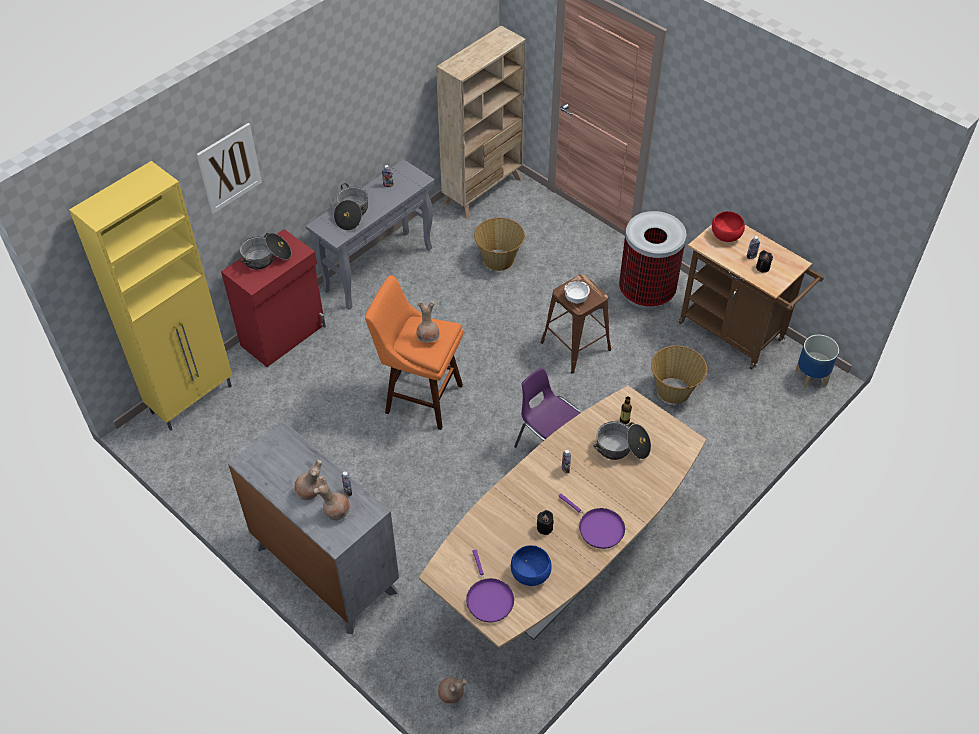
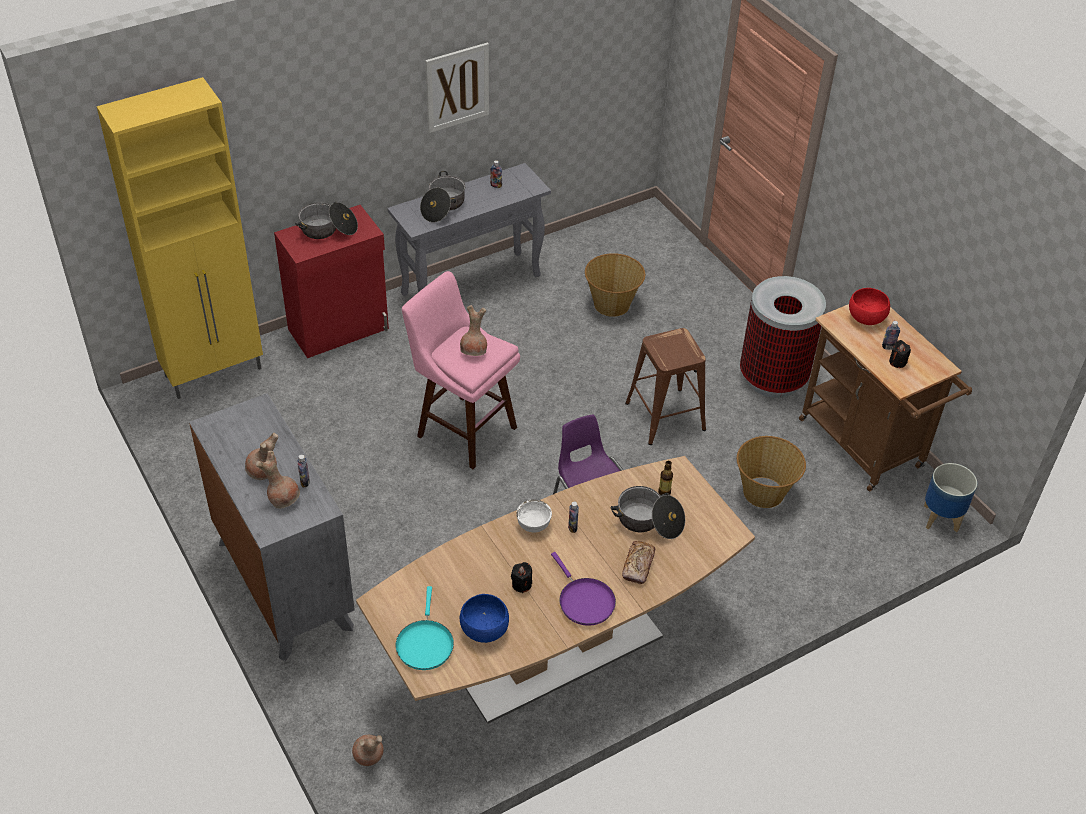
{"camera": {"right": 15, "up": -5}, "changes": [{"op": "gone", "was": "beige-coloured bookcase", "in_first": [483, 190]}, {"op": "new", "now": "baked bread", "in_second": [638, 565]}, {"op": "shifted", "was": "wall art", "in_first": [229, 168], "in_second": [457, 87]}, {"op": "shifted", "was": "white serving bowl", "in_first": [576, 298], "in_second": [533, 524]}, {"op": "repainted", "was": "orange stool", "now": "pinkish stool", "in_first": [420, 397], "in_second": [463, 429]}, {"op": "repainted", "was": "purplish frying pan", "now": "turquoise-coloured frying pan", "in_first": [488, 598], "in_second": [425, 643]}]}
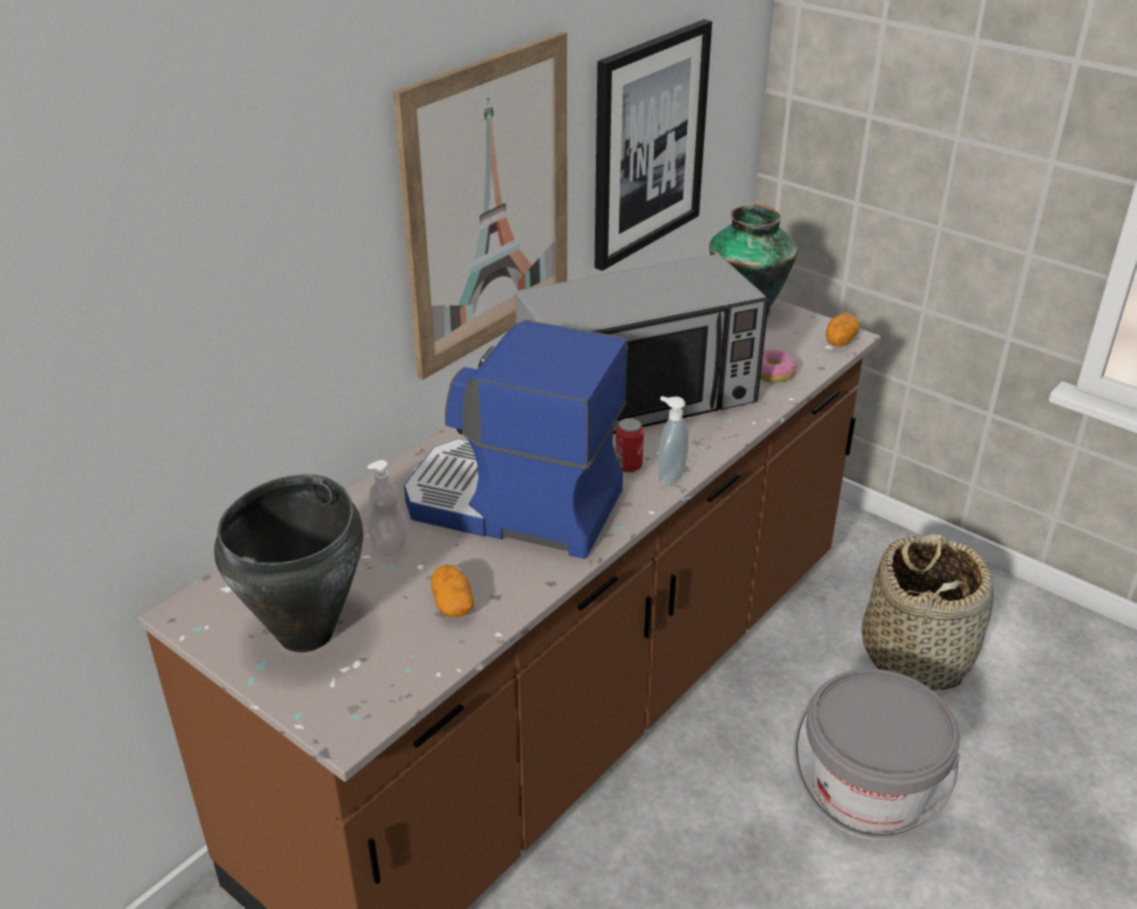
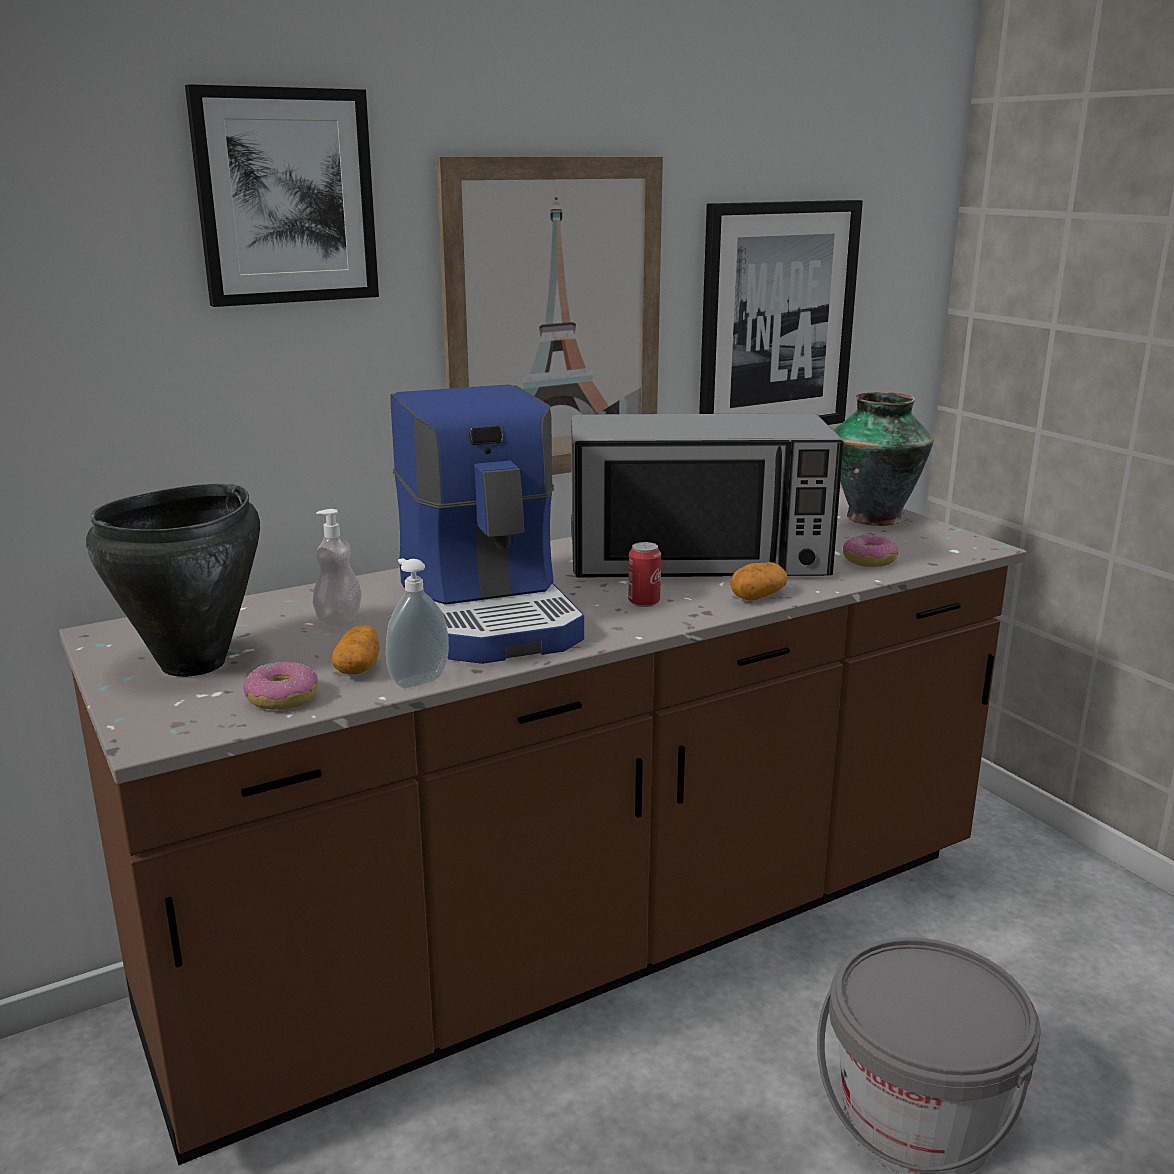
{"camera": {"right": 20, "up": -15}, "changes": [{"op": "gone", "was": "household basket", "in_first": [917, 653]}, {"op": "new", "now": "wall art", "in_second": [285, 197]}, {"op": "new", "now": "doughnut", "in_second": [282, 698]}, {"op": "shifted", "was": "soap dispenser", "in_first": [669, 477], "in_second": [417, 680]}, {"op": "shifted", "was": "whole potato", "in_first": [840, 340], "in_second": [757, 596]}, {"op": "rotated", "was": "coffee machine", "in_first": [513, 506], "in_second": [492, 612], "clockwise": -150}]}
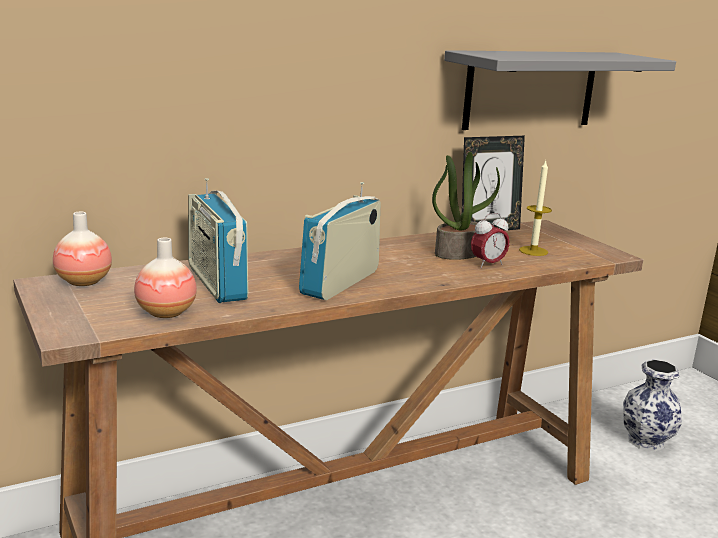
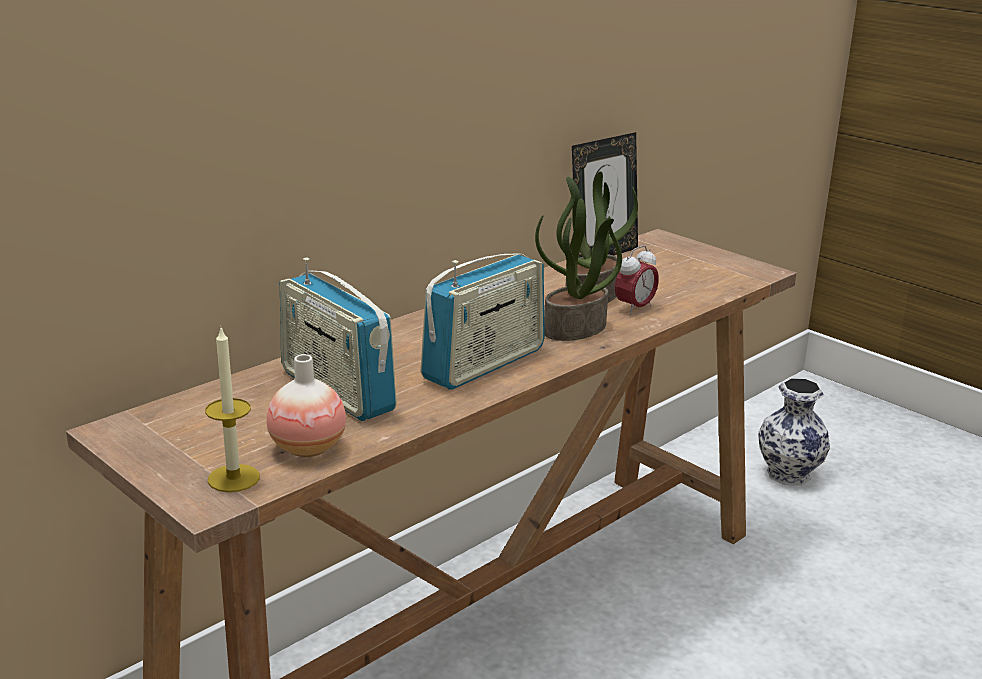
{"camera": {"right": -15, "up": 5}, "changes": [{"op": "gone", "was": "decorative vase", "in_first": [83, 282]}, {"op": "gone", "was": "grey shelf", "in_first": [530, 89]}, {"op": "new", "now": "houseplant", "in_second": [575, 329]}, {"op": "shifted", "was": "wax candle", "in_first": [533, 251], "in_second": [233, 478]}, {"op": "rotated", "was": "radio set", "in_first": [340, 282], "in_second": [484, 364], "clockwise": -150}]}
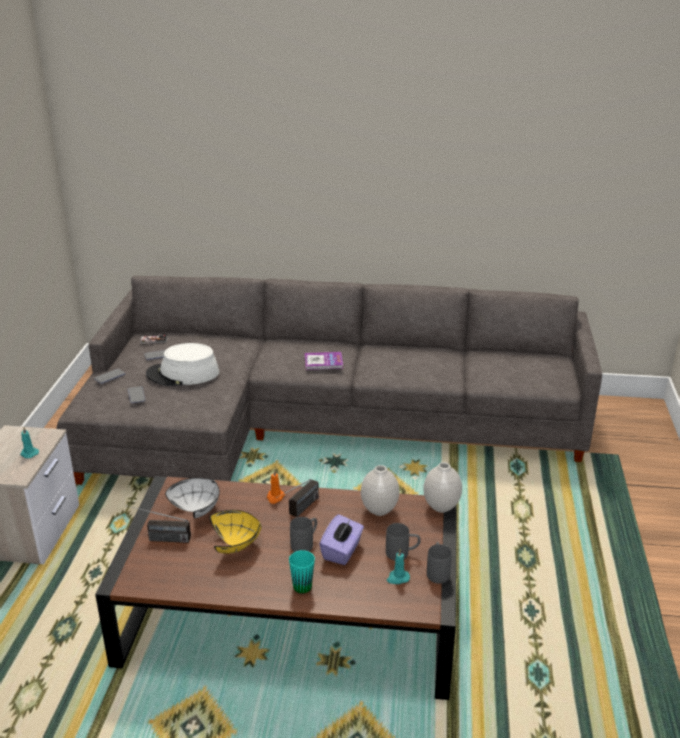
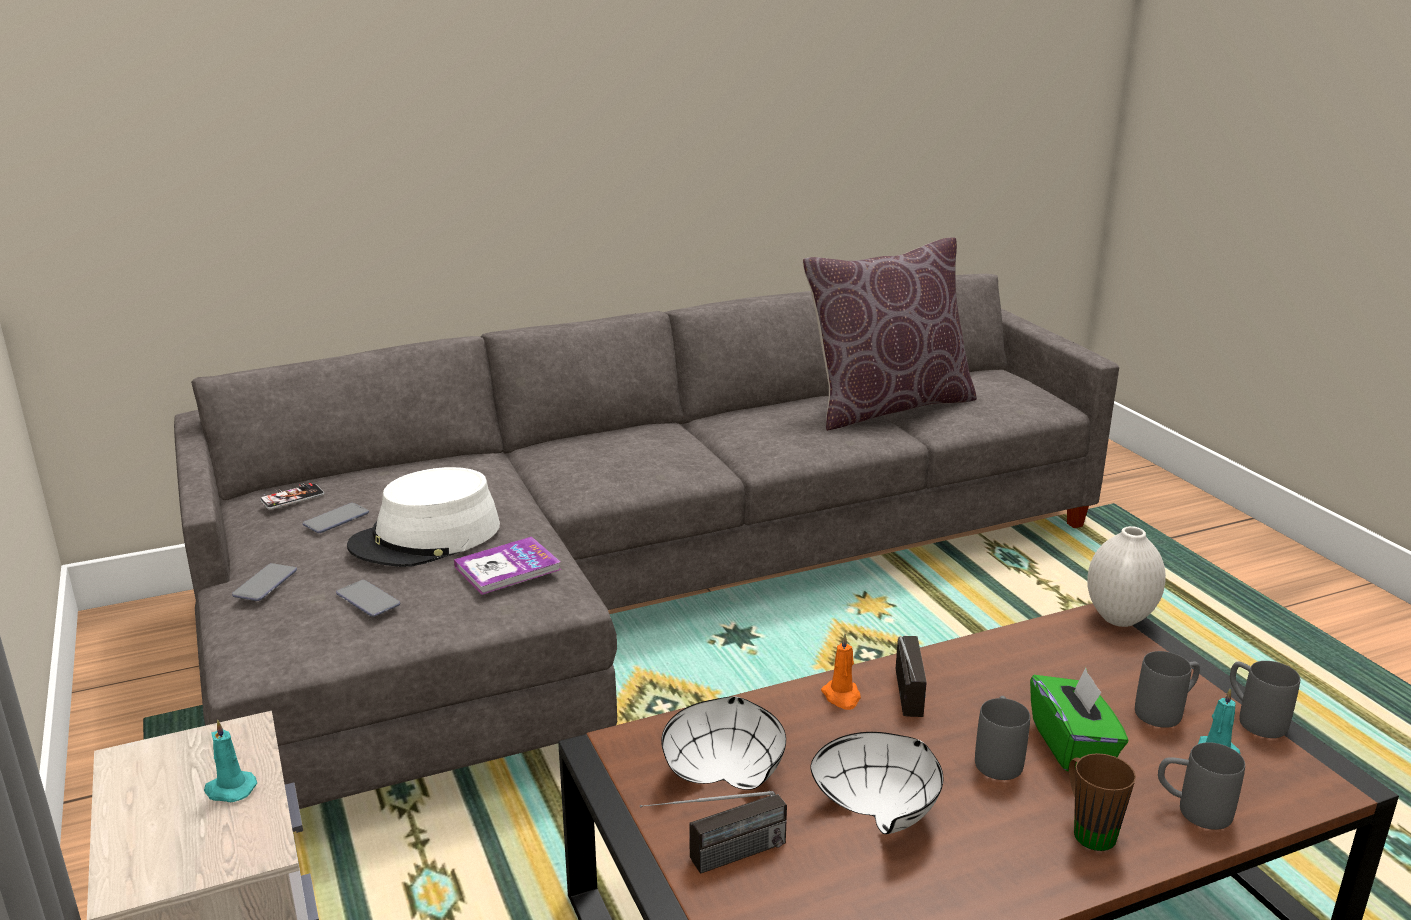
{"camera": {"right": -30, "up": -5}, "changes": [{"op": "gone", "was": "white decorative vase", "in_first": [379, 510]}, {"op": "new", "now": "brown-coloured throw pillow", "in_second": [887, 406]}, {"op": "new", "now": "grey mug", "in_second": [1192, 810]}, {"op": "shifted", "was": "bound book", "in_first": [323, 362], "in_second": [507, 568]}, {"op": "repainted", "was": "yellow-coloured serving bowl", "now": "white serving bowl", "in_first": [237, 544], "in_second": [882, 808]}, {"op": "repainted", "was": "turquoise-coloured mug", "now": "brown-coloured mug", "in_first": [303, 583], "in_second": [1087, 829]}, {"op": "repainted", "was": "purplish box of tissues", "now": "green-coloured box of tissues", "in_first": [342, 551], "in_second": [1073, 745]}]}
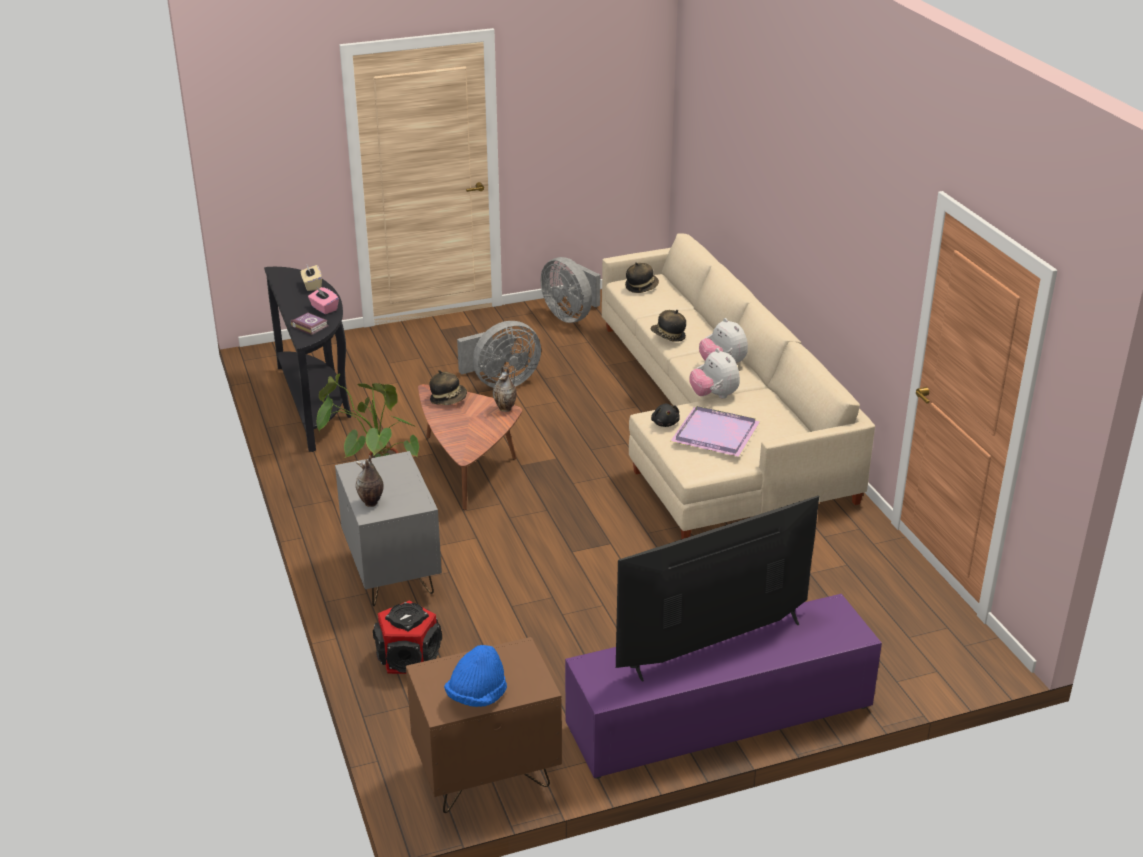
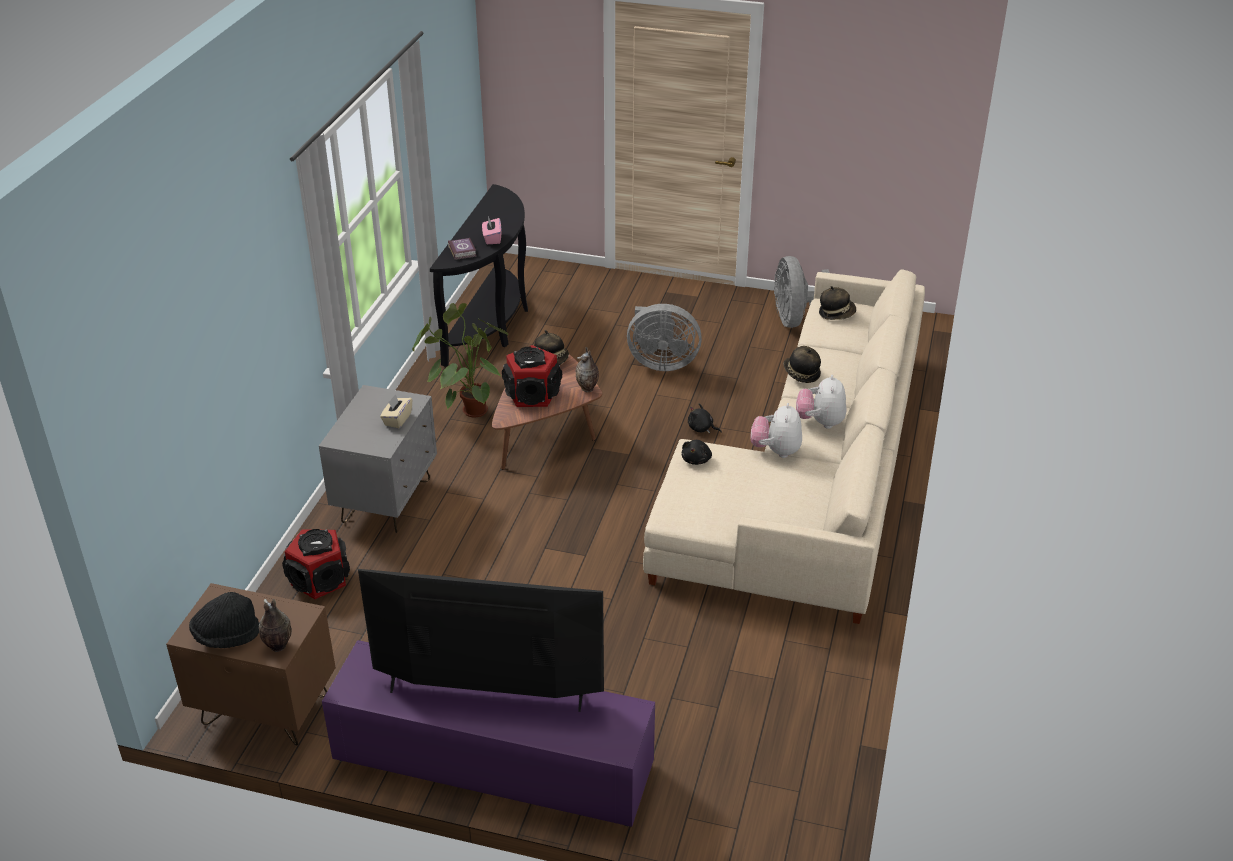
{"camera": {"right": 35, "up": 5}, "changes": [{"op": "gone", "was": "purplish tray", "in_first": [713, 434]}, {"op": "new", "now": "speaker", "in_second": [533, 395]}, {"op": "new", "now": "black soft toy", "in_second": [701, 428]}, {"op": "shifted", "was": "beige-coloured box of tissues", "in_first": [312, 285], "in_second": [397, 419]}, {"op": "shifted", "was": "decorative vase", "in_first": [371, 503], "in_second": [278, 646]}, {"op": "repainted", "was": "bluish clothing hat", "now": "black clothing hat", "in_first": [477, 696], "in_second": [226, 636]}]}
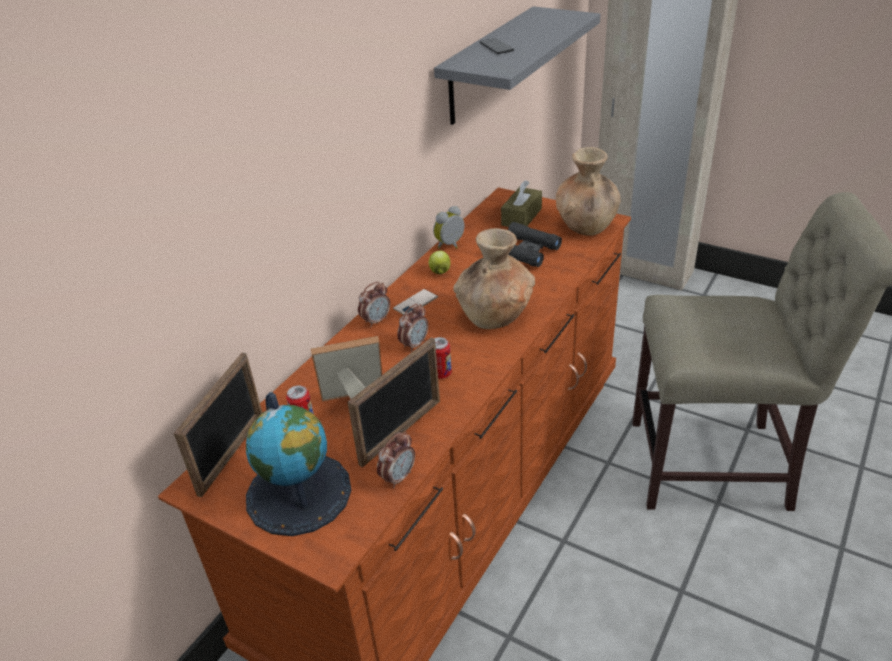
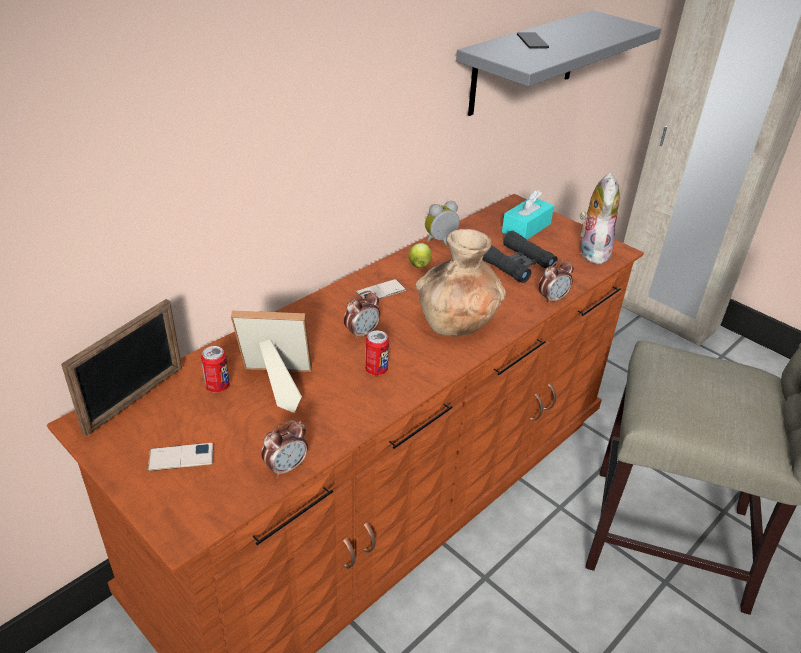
{"camera": {"right": 10, "up": 0}, "changes": [{"op": "gone", "was": "standing frame", "in_first": [401, 432]}, {"op": "shifted", "was": "alarm clock", "in_first": [376, 321], "in_second": [552, 299]}, {"op": "swapped", "was": "desk globe", "now": "telephone", "in_first": [299, 493], "in_second": [181, 457]}, {"op": "swapped", "was": "brown-coloured decorative vase", "now": "soft toy", "in_first": [586, 226], "in_second": [591, 251]}, {"op": "repainted", "was": "brown-coloured box of tissues", "now": "turquoise-coloured box of tissues", "in_first": [521, 217], "in_second": [526, 228]}]}
